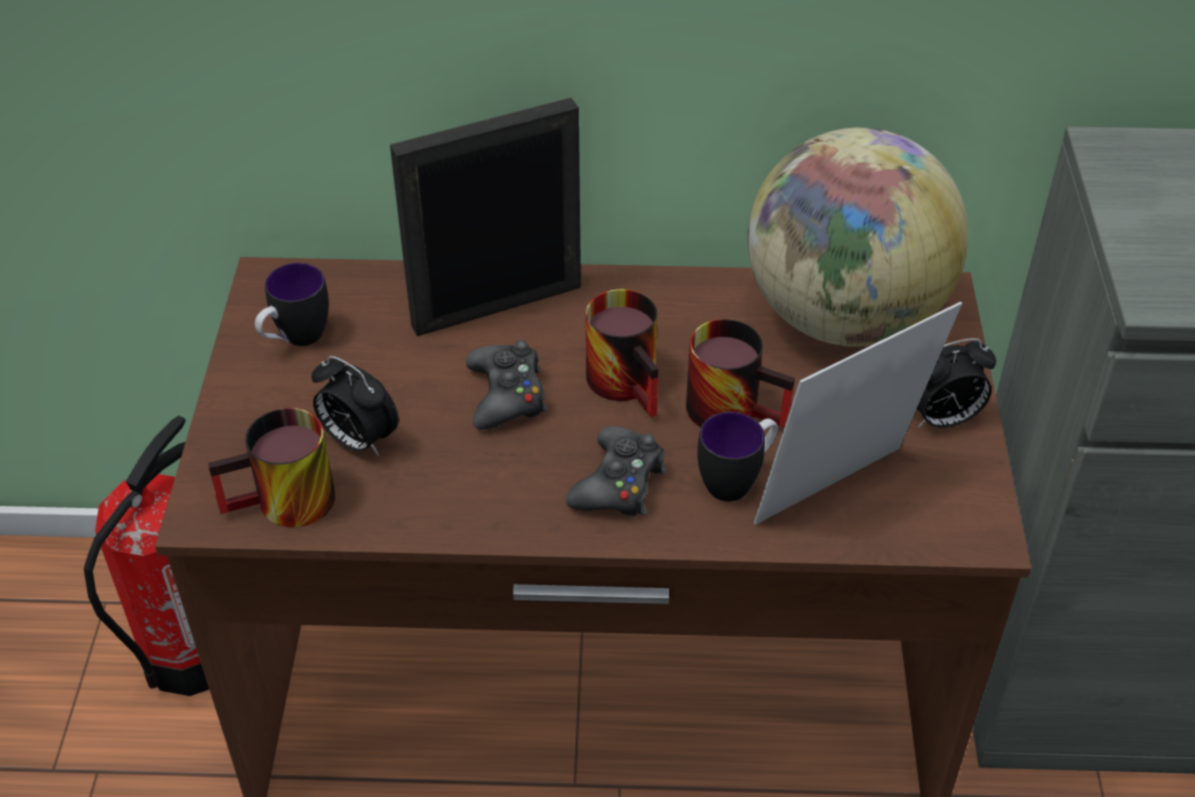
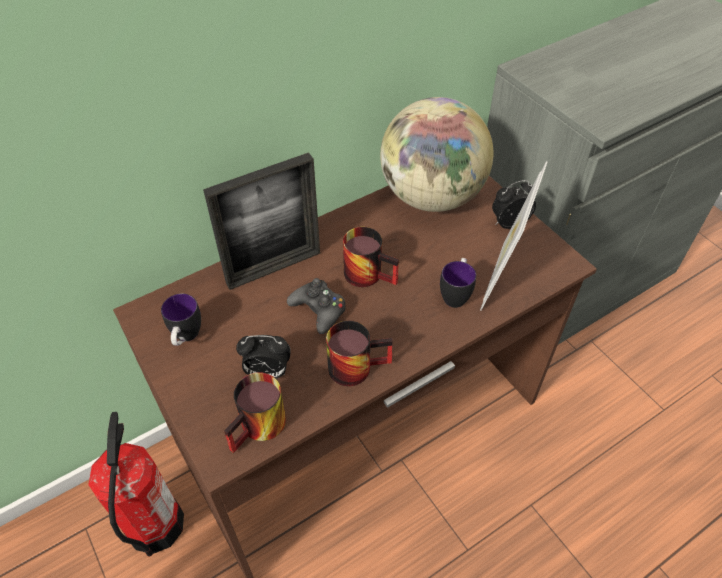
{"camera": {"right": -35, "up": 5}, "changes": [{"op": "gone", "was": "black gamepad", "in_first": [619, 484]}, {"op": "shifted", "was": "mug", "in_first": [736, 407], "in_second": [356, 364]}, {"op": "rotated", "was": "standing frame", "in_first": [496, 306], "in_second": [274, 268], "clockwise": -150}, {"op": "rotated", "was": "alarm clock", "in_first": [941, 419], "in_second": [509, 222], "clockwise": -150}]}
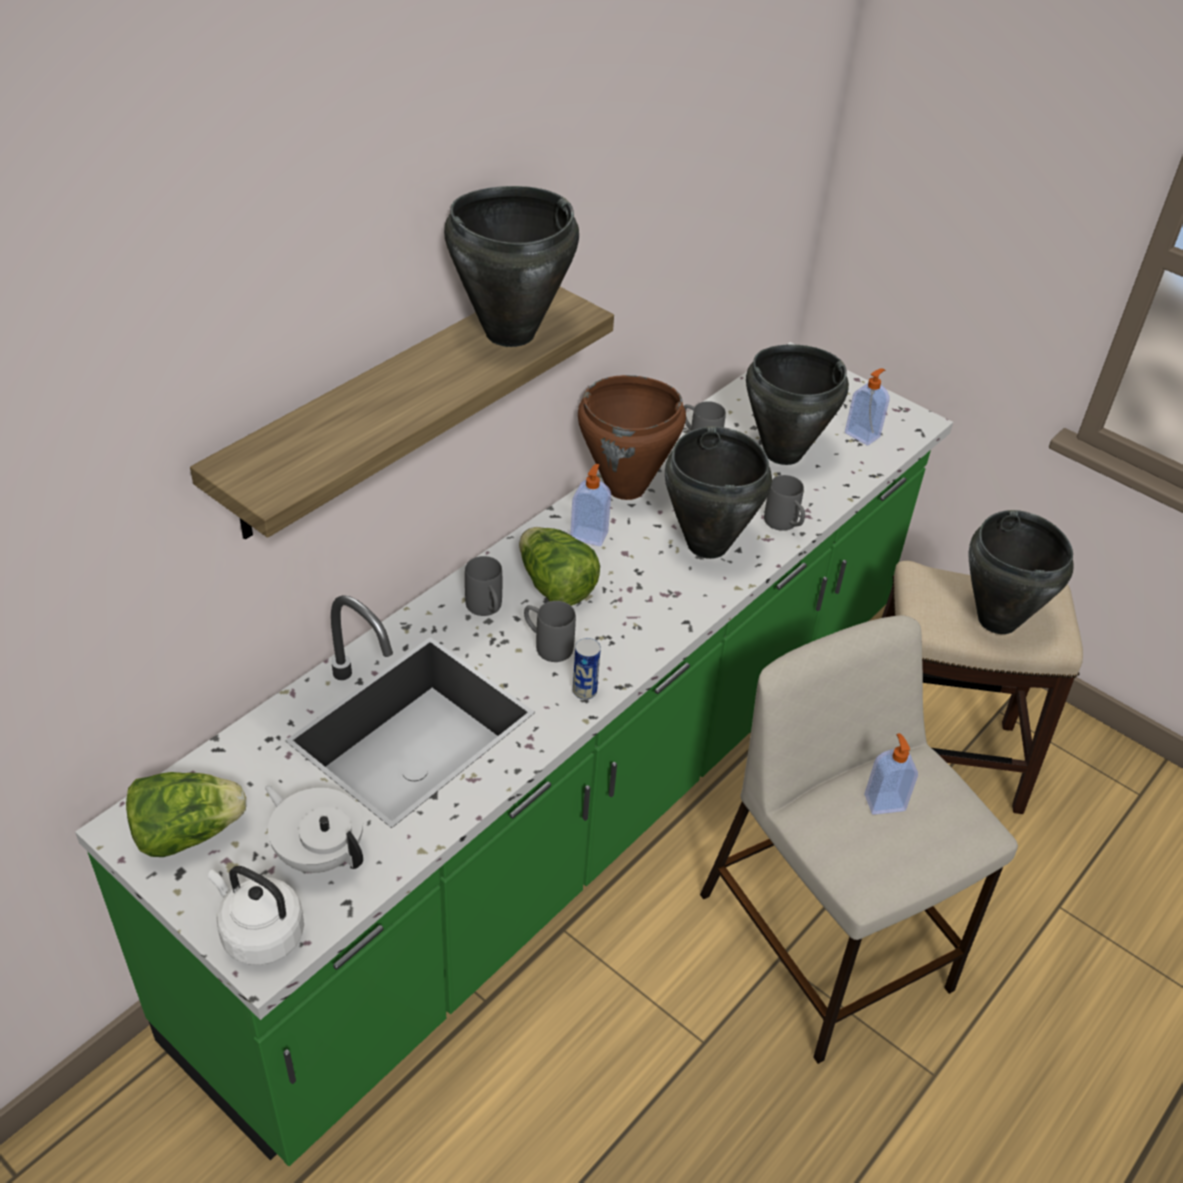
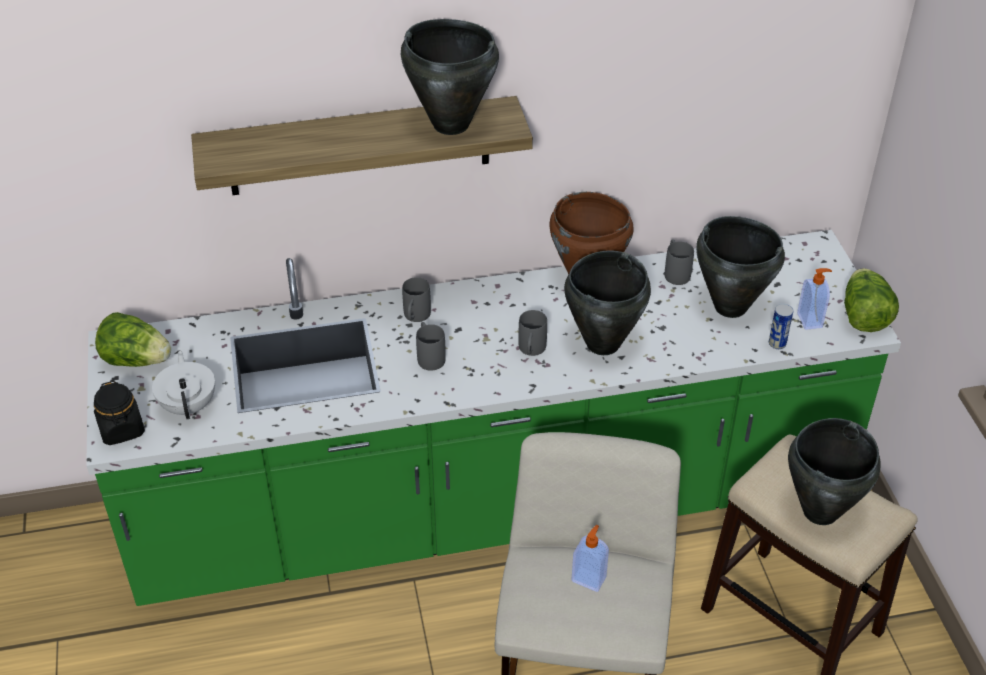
{"camera": {"right": 40, "up": 0}, "changes": [{"op": "gone", "was": "soap dispenser", "in_first": [589, 535]}, {"op": "shifted", "was": "lettuce head", "in_first": [555, 586], "in_second": [863, 316]}, {"op": "shifted", "was": "metal can", "in_first": [584, 691], "in_second": [777, 343]}, {"op": "shifted", "was": "grey mug", "in_first": [784, 525], "in_second": [531, 351]}, {"op": "swapped", "was": "white tea kettle", "now": "black jar", "in_first": [259, 933], "in_second": [121, 429]}]}
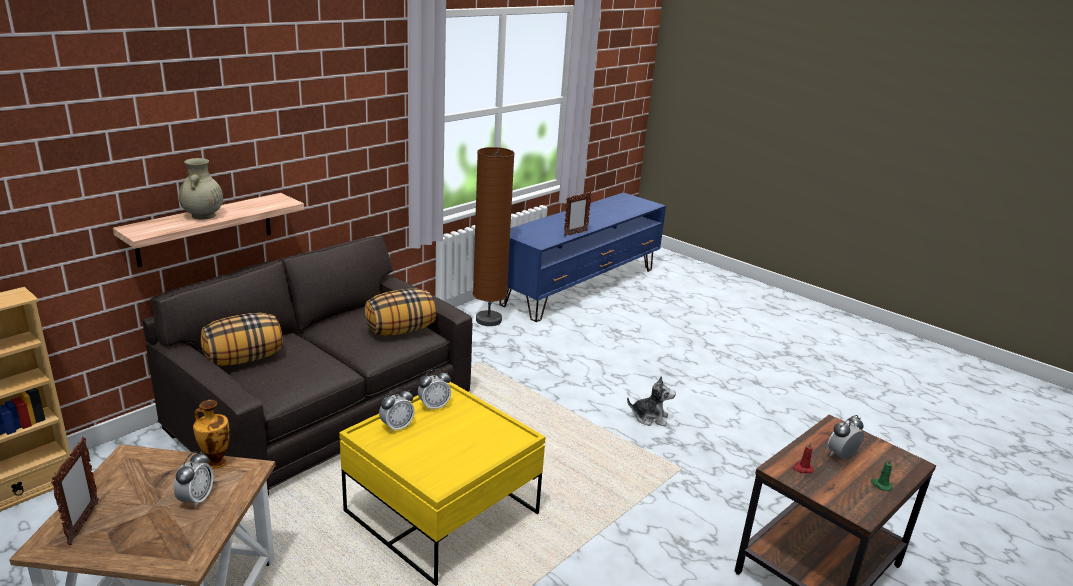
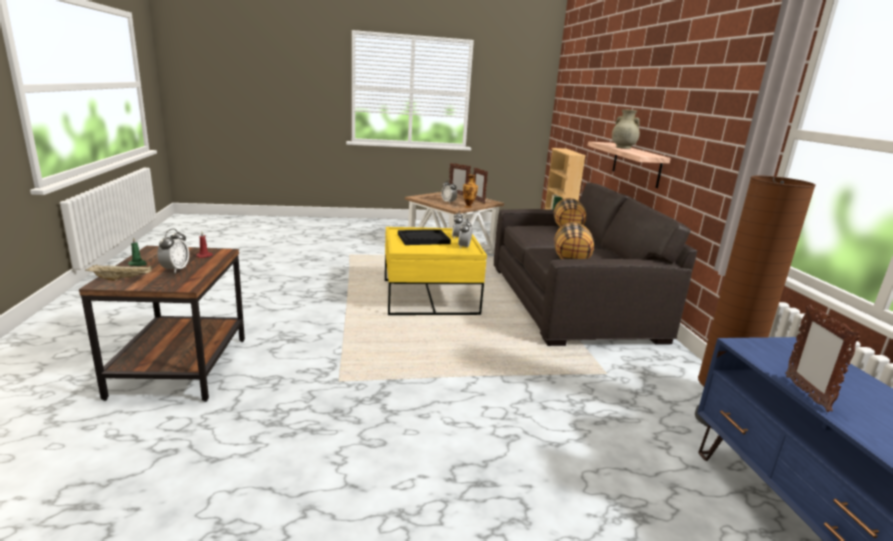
{"camera": {"right": 130, "up": -5}, "changes": [{"op": "gone", "was": "soft toy", "in_first": [650, 417]}, {"op": "new", "now": "beige-coloured tray", "in_second": [122, 279]}, {"op": "new", "now": "black tray", "in_second": [423, 239]}, {"op": "new", "now": "standing frame", "in_second": [478, 201]}]}
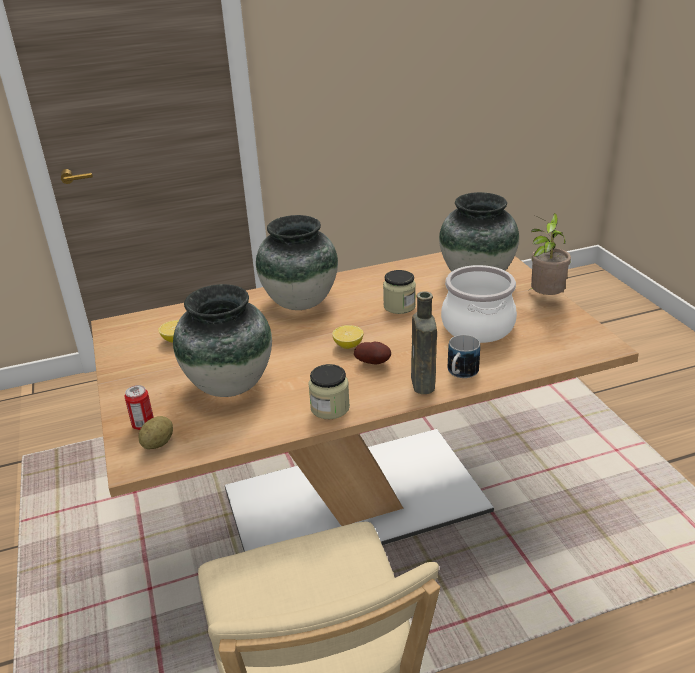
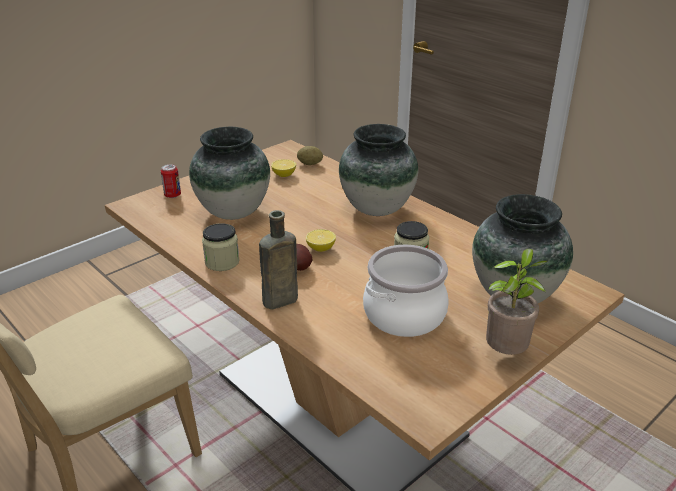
{"camera": {"right": 65, "up": 0}, "changes": [{"op": "gone", "was": "mug", "in_first": [460, 373]}, {"op": "shifted", "was": "whole potato", "in_first": [158, 443], "in_second": [310, 164]}]}
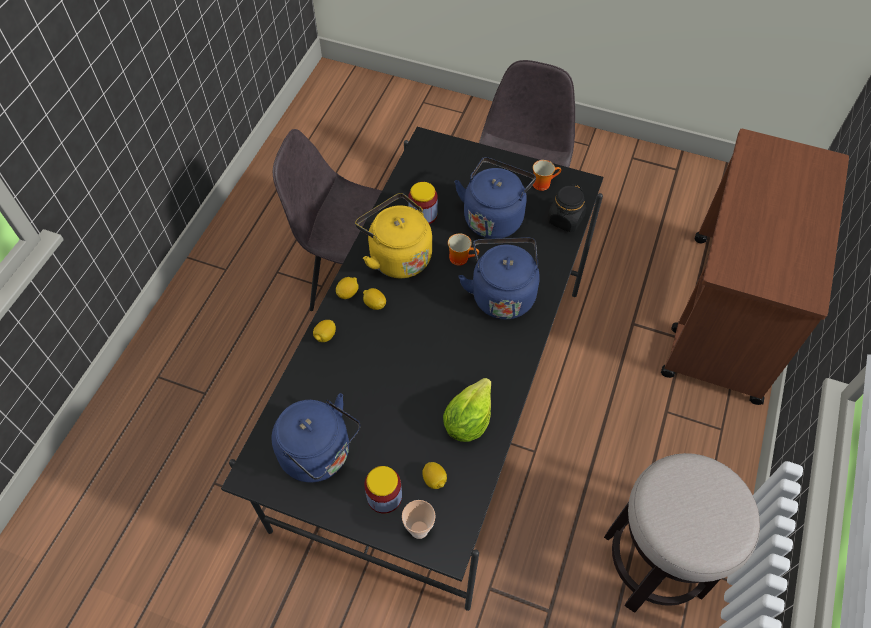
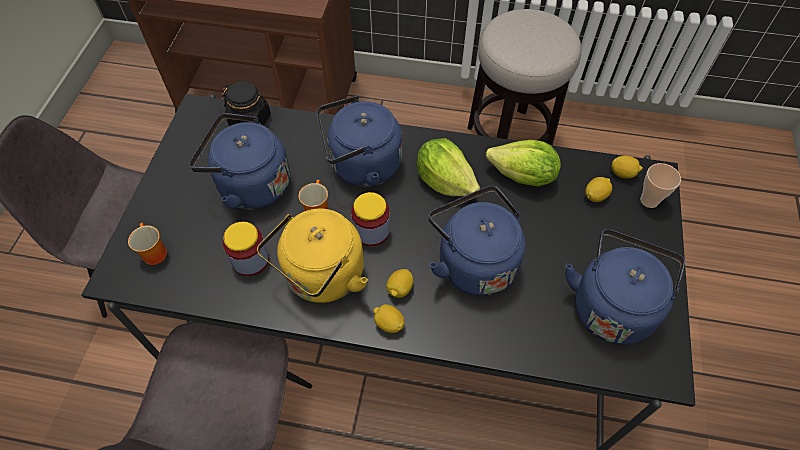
{"camera": {"right": -100, "up": 0}, "changes": [{"op": "new", "now": "lettuce head", "in_second": [445, 181]}, {"op": "new", "now": "bluish tea kettle", "in_second": [473, 262]}, {"op": "shifted", "was": "whole lemon", "in_first": [325, 336], "in_second": [623, 173]}, {"op": "shifted", "was": "jar", "in_first": [384, 496], "in_second": [371, 231]}, {"op": "shifted", "was": "mug", "in_first": [542, 182], "in_second": [152, 253]}]}
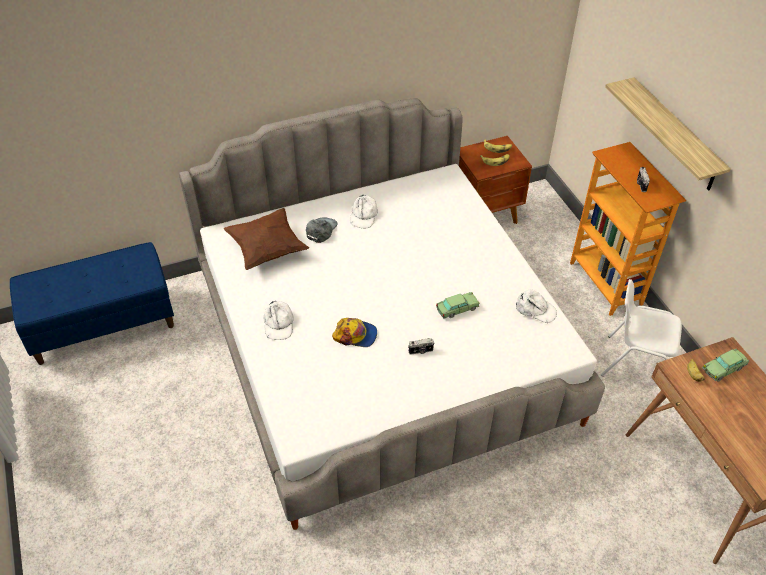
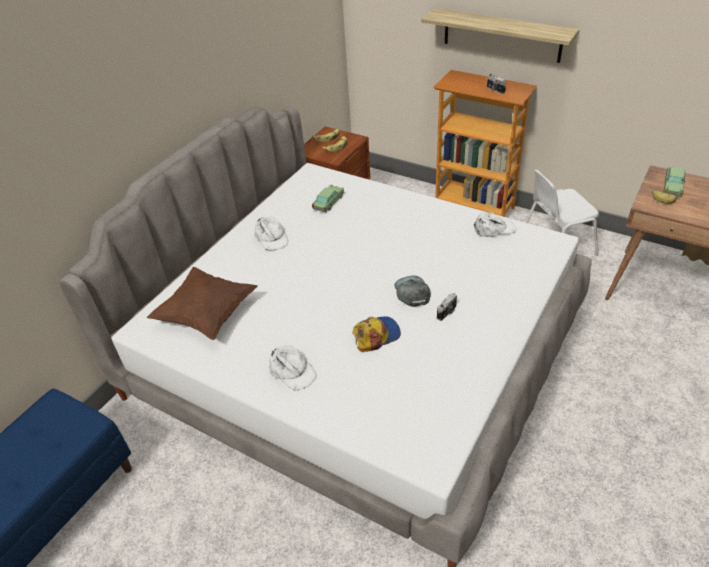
{"camera": {"right": -35, "up": -5}, "changes": [{"op": "shifted", "was": "grey cap", "in_first": [321, 230], "in_second": [412, 292]}, {"op": "shifted", "was": "model car", "in_first": [457, 309], "in_second": [328, 203]}]}
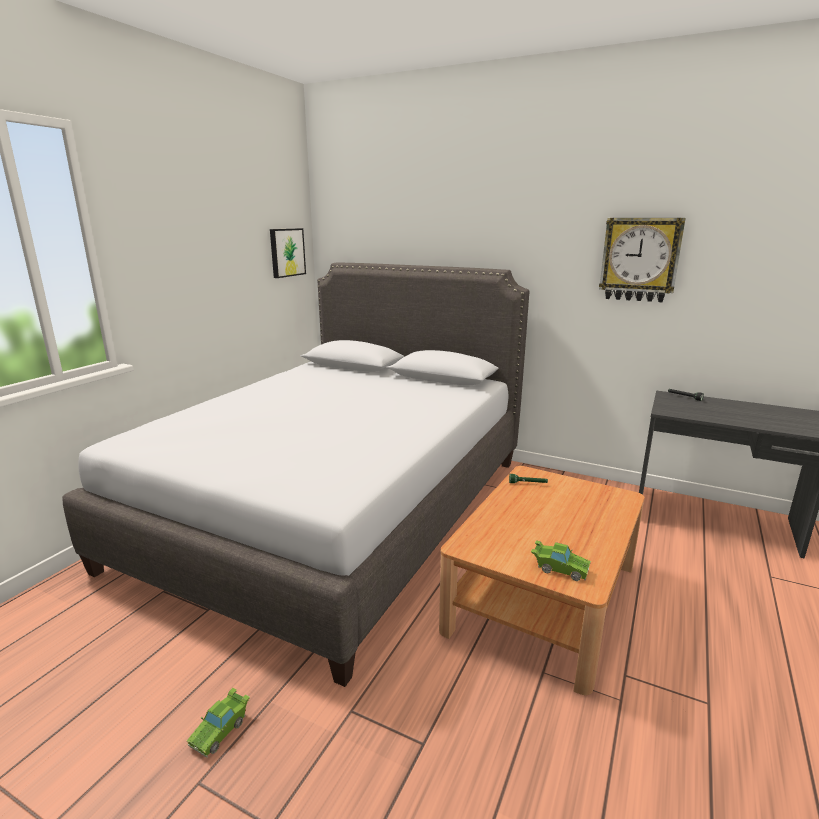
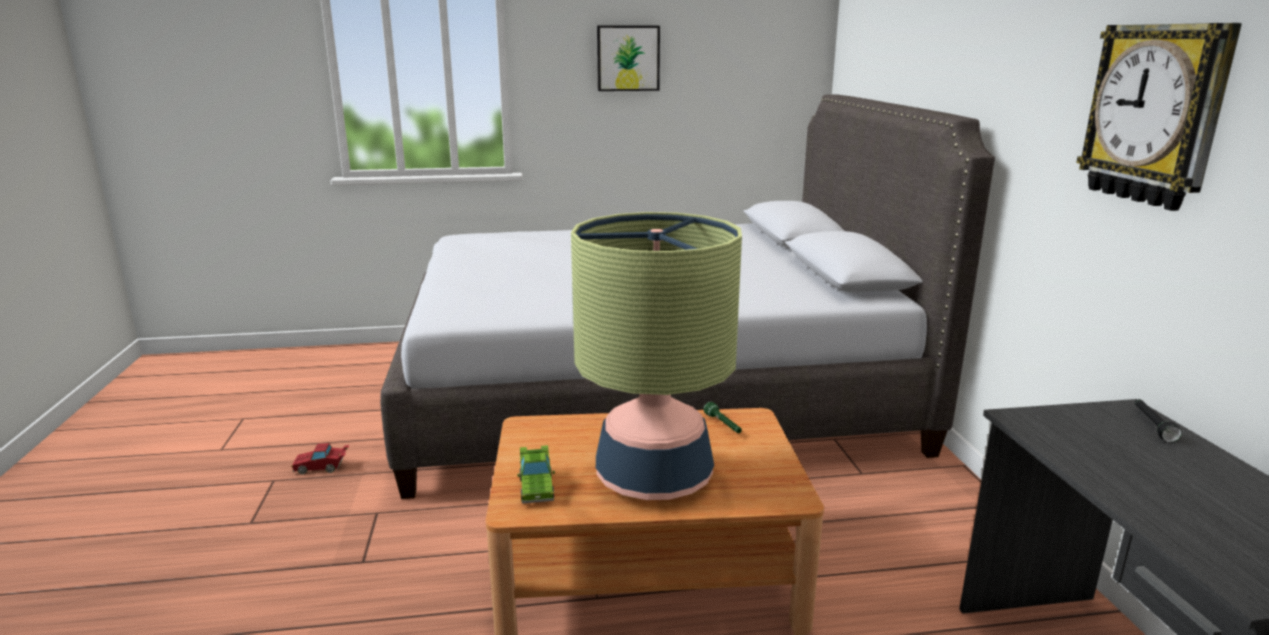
{"camera": {"right": 55, "up": 0}, "changes": [{"op": "new", "now": "tabletop lamp", "in_second": [654, 478]}, {"op": "shifted", "was": "wall art", "in_first": [286, 252], "in_second": [628, 58]}, {"op": "repainted", "was": "green-coloured model car", "now": "red model car", "in_first": [221, 730], "in_second": [322, 467]}]}
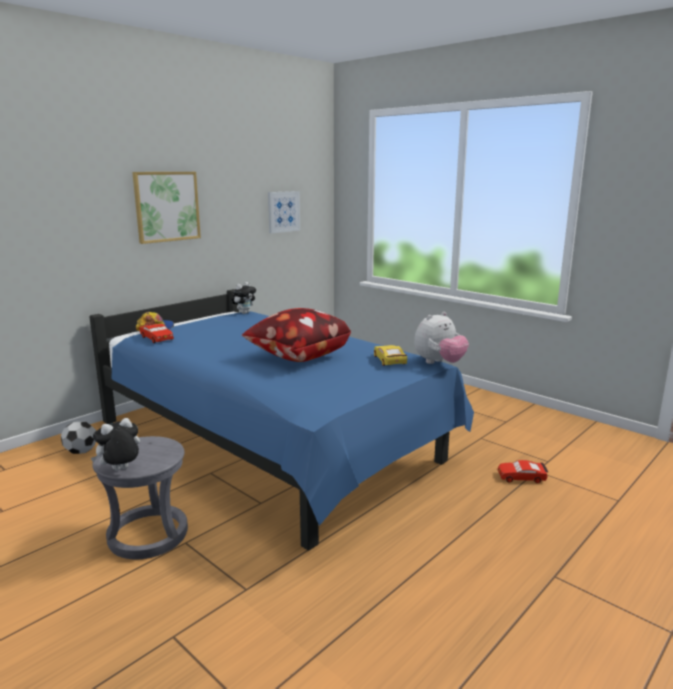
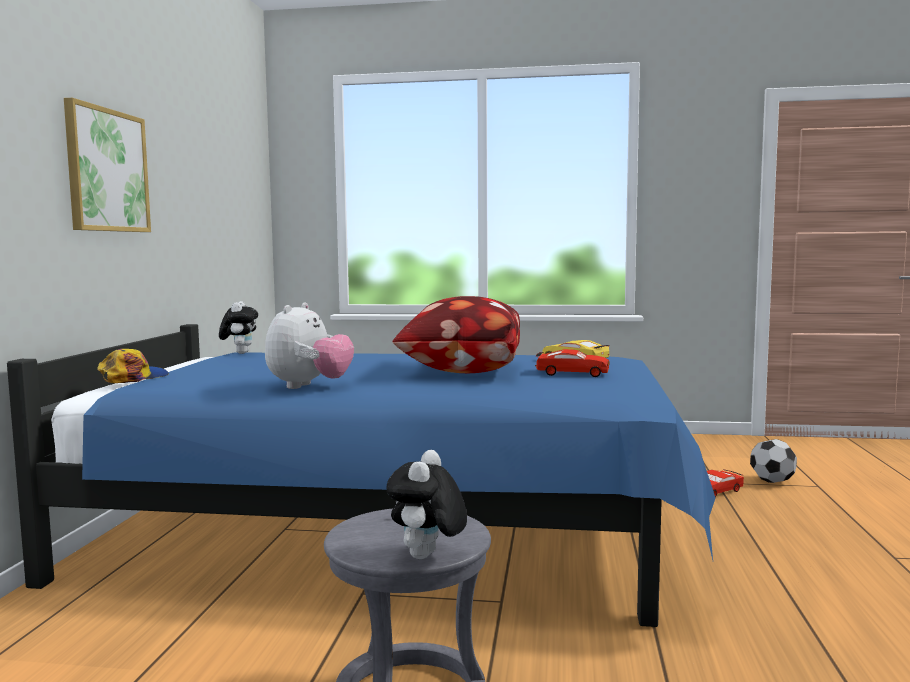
{"camera": {"right": -35, "up": -10}, "changes": [{"op": "gone", "was": "wall art", "in_first": [283, 211]}, {"op": "shifted", "was": "ball for football", "in_first": [81, 452], "in_second": [772, 481]}, {"op": "shifted", "was": "red model car", "in_first": [157, 338], "in_second": [572, 373]}, {"op": "shifted", "was": "soft toy", "in_first": [439, 363], "in_second": [309, 386]}]}
